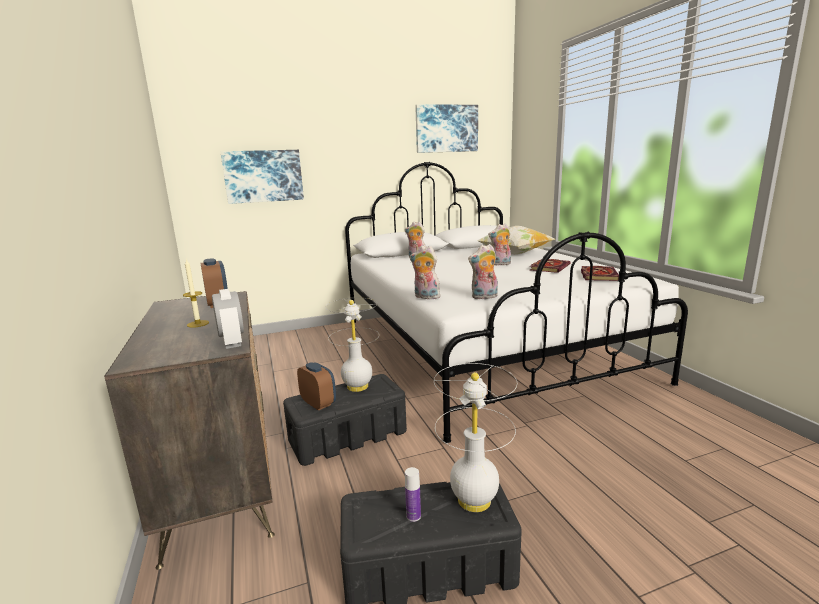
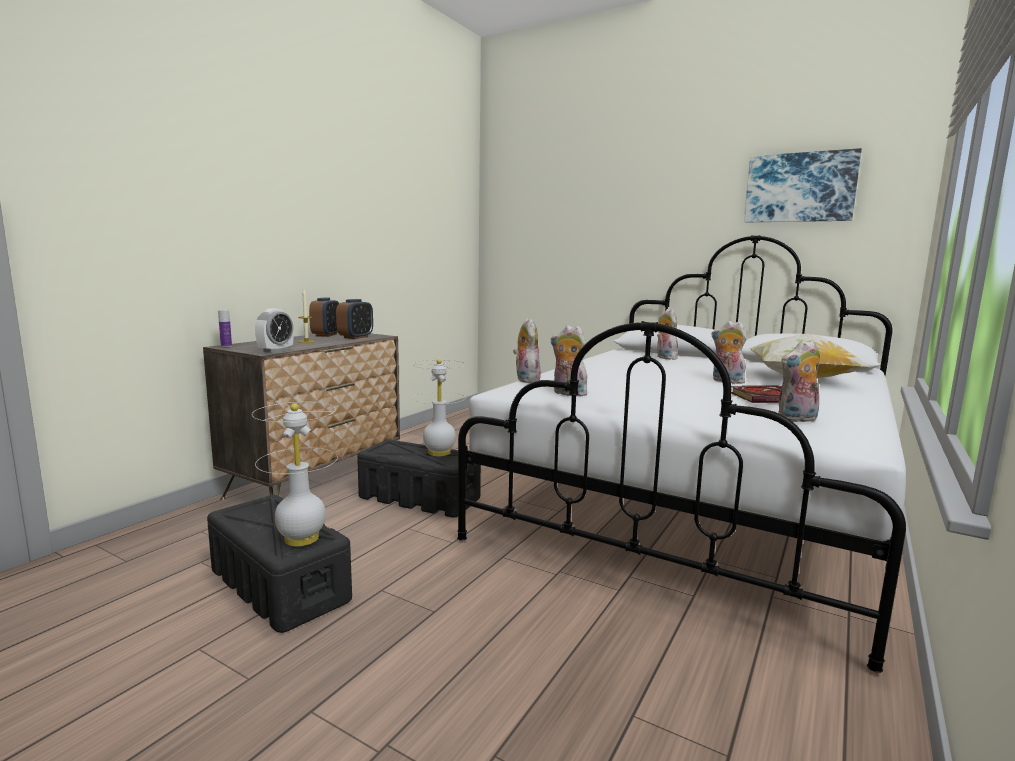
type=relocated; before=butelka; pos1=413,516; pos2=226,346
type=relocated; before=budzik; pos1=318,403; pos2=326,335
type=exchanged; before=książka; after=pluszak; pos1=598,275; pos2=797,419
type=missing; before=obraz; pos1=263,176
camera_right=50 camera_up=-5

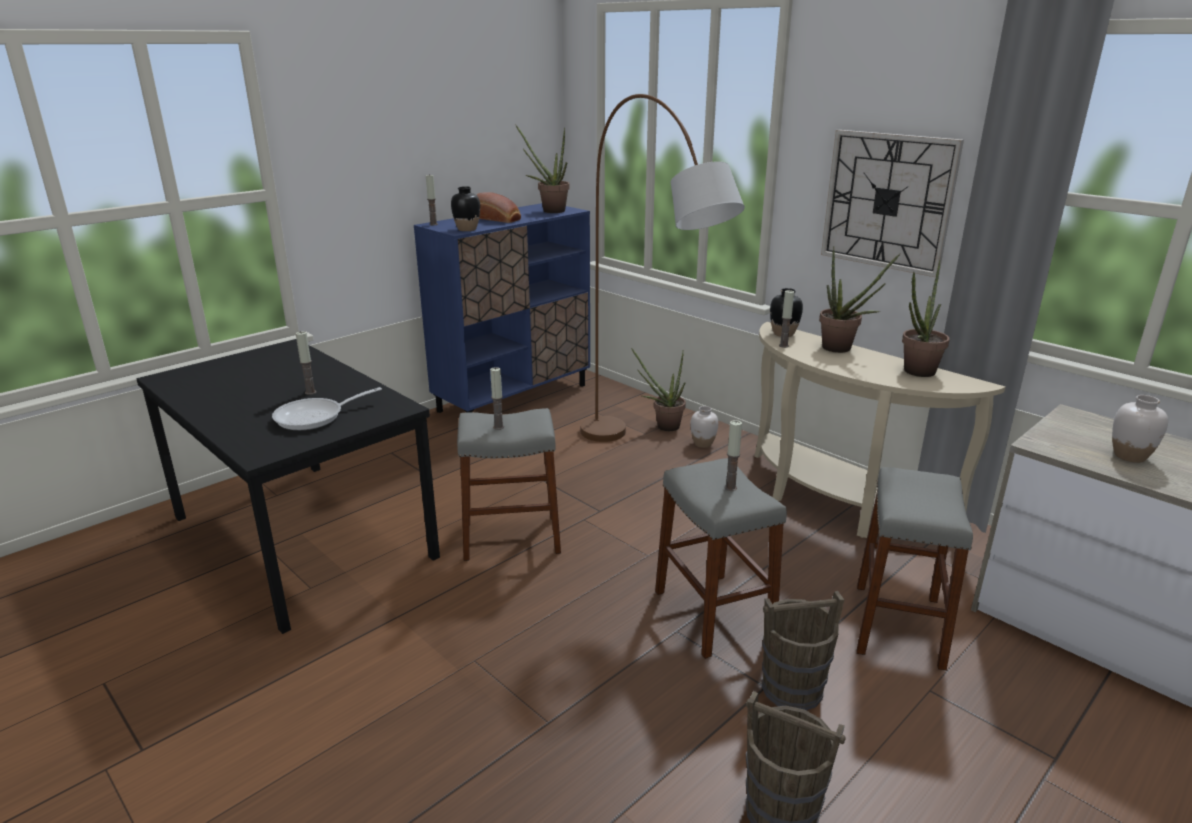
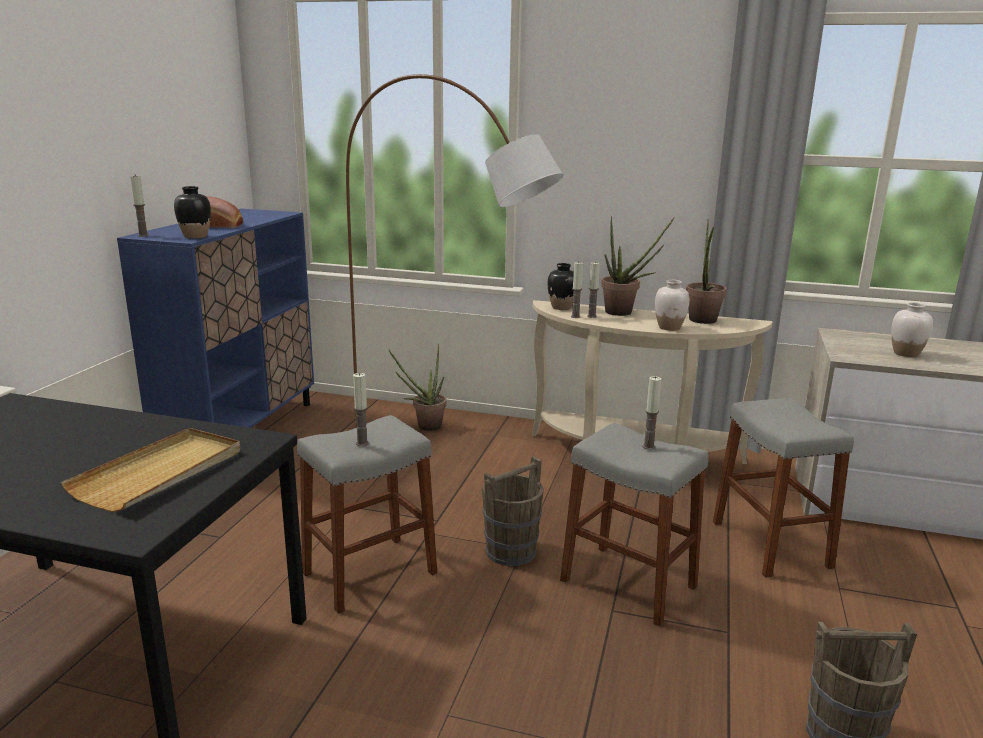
type=exchanged; before=patelnia; after=taca/beżowy; pos1=315,417; pos2=160,473
type=relocated; before=wiadro/brązowy; pos1=791,688; pos2=510,551
type=relocated; before=świeca; pos1=310,392; pos2=592,316
type=relocated; before=wazon/biały; pos1=703,444; pos2=669,327
type=missing; before=roślina doniczkowa; pos1=549,210
type=missing; before=zegar ścienny; pos1=887,201
camera_right=-30 camera_up=-5

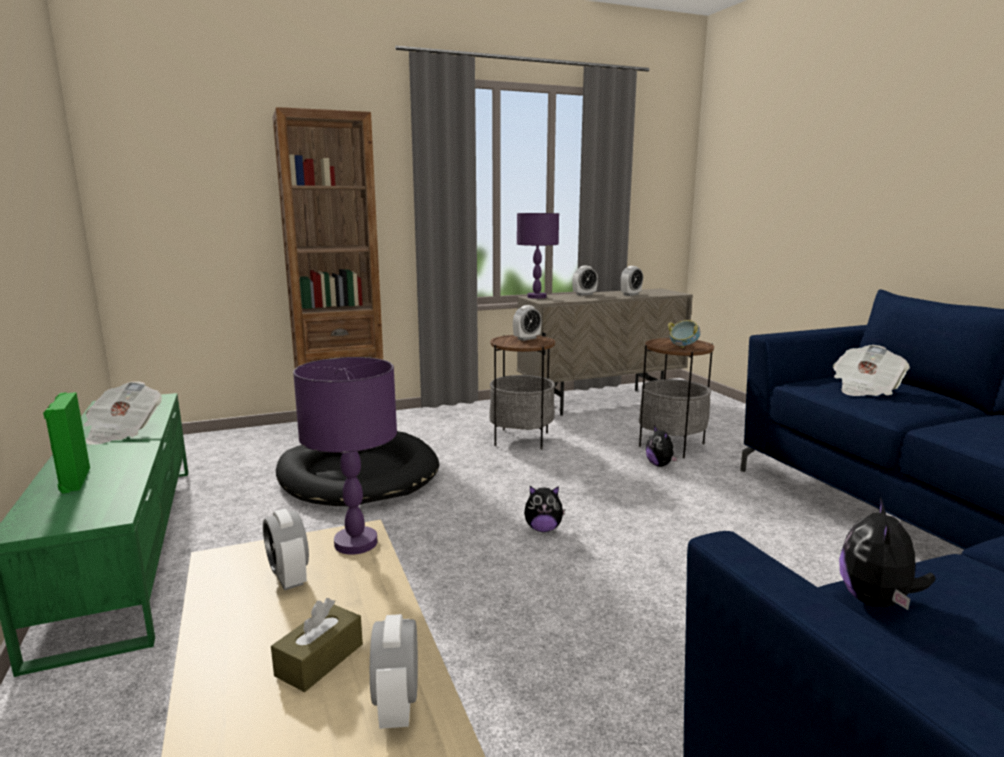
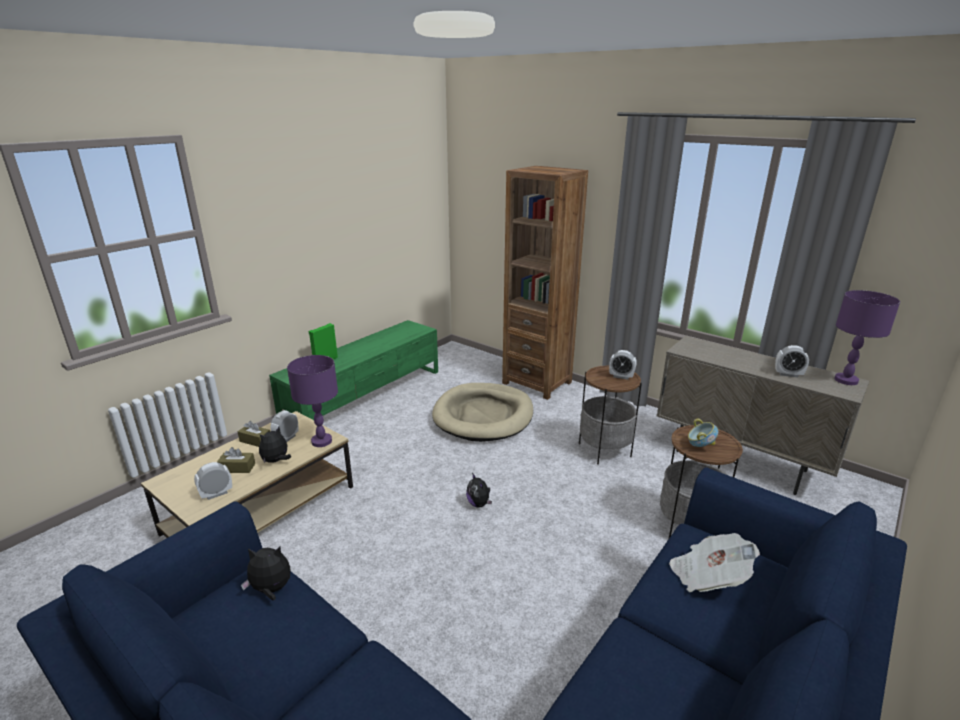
type=appeared; after=pudełko chusteczek/brązowy; pos2=255,441
type=relocated; before=pluszak; pos1=660,465; pos2=276,461
type=colour; before=legowisko/czarny; after=legowisko/beżowy; pos1=358,474; pos2=483,415
type=relocated; before=lampa stołowa/fioletowy; pos1=536,297; pos2=846,380
type=missing; before=gazeta; pos1=122,431
type=missing; before=budzik; pos1=584,294
camera_right=60 camera_up=10

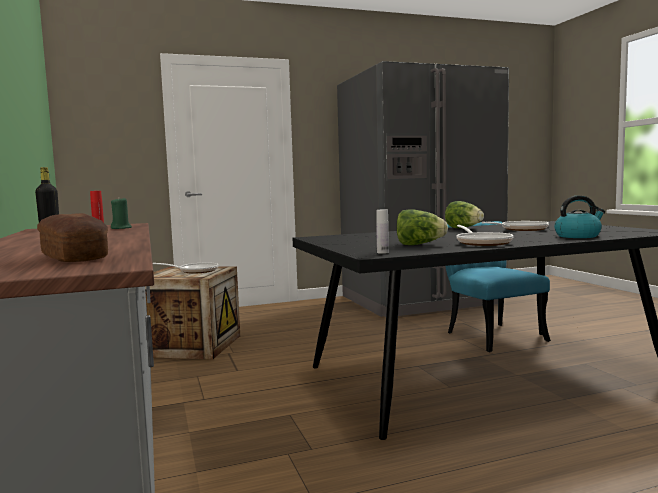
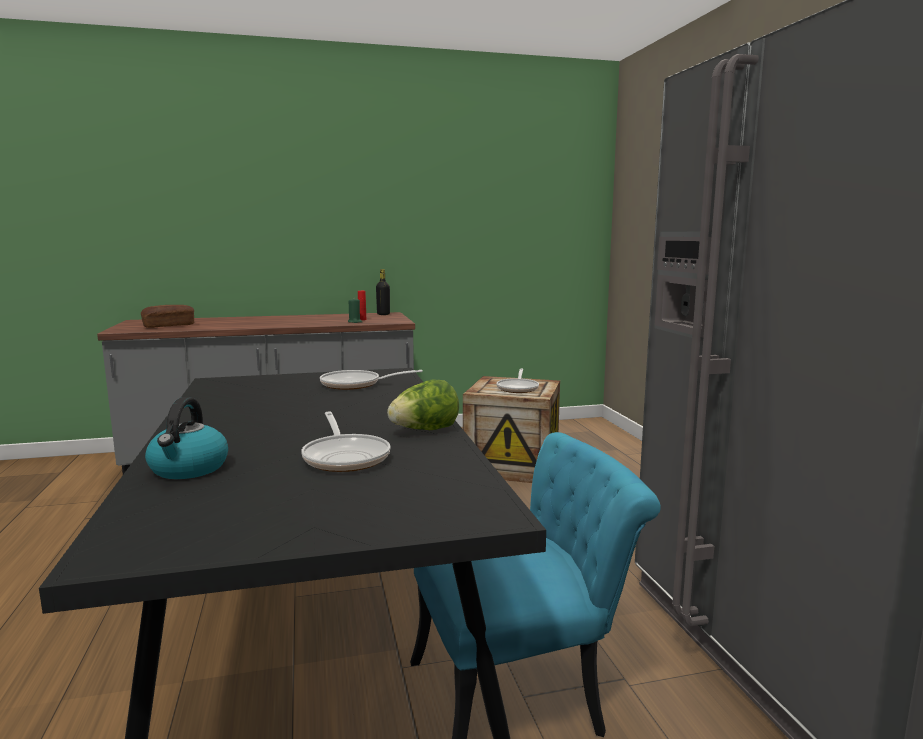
type=relocated; before=patelnia; pos1=482,242; pos2=356,384
type=missing; before=butelka/biały; pos1=382,252
type=missing; before=sałata; pos1=419,244
camera_right=95 camera_up=5

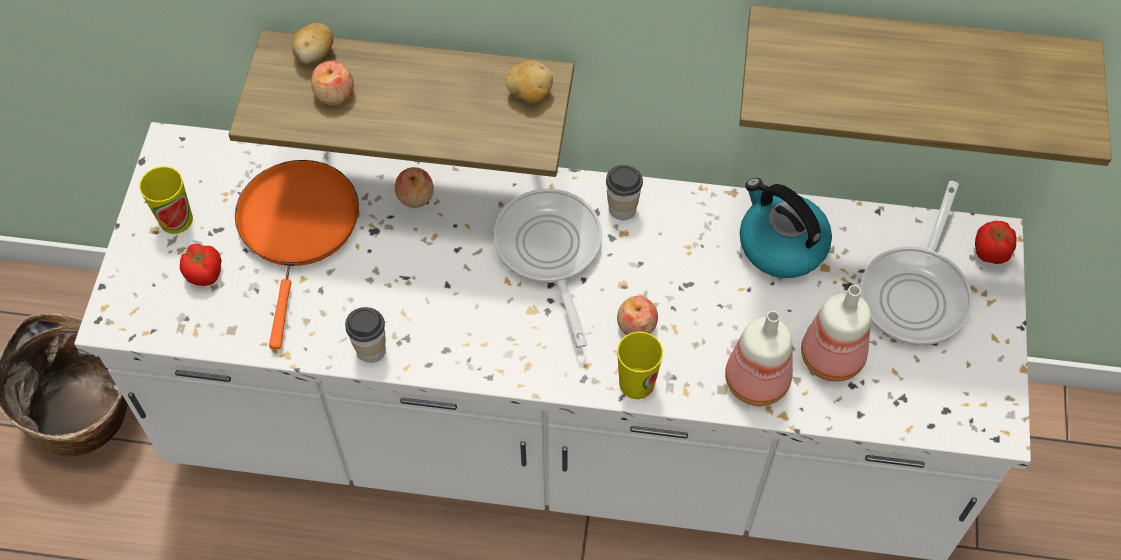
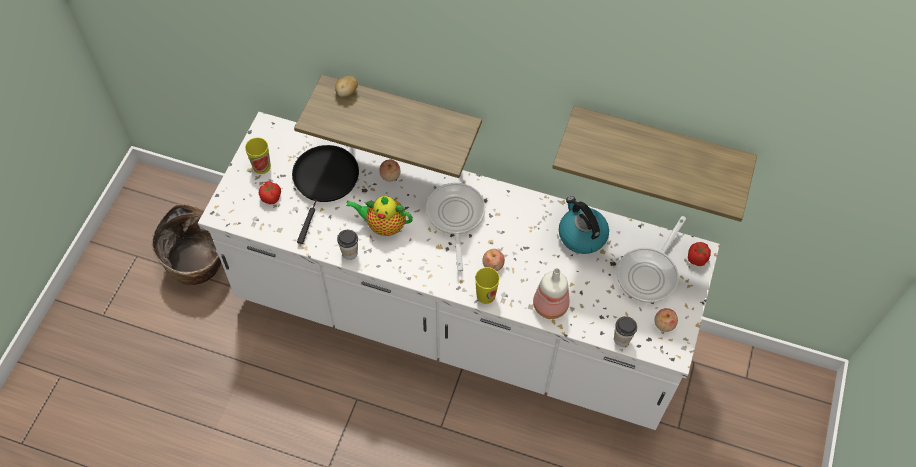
type=colour; before=patelnia/pomarańczowy; after=patelnia/czarny; pos1=298,227; pos2=325,181
type=appeared; after=imbryk; pos2=383,225
type=relocated; before=filiżanka; pos1=622,209; pos2=621,339
type=relocated; before=jabłko; pos1=334,94; pos2=664,324
type=missing; before=ziemniak; pos1=529,94
type=missing; before=butelka; pos1=833,356
camera_right=10 camera_up=0

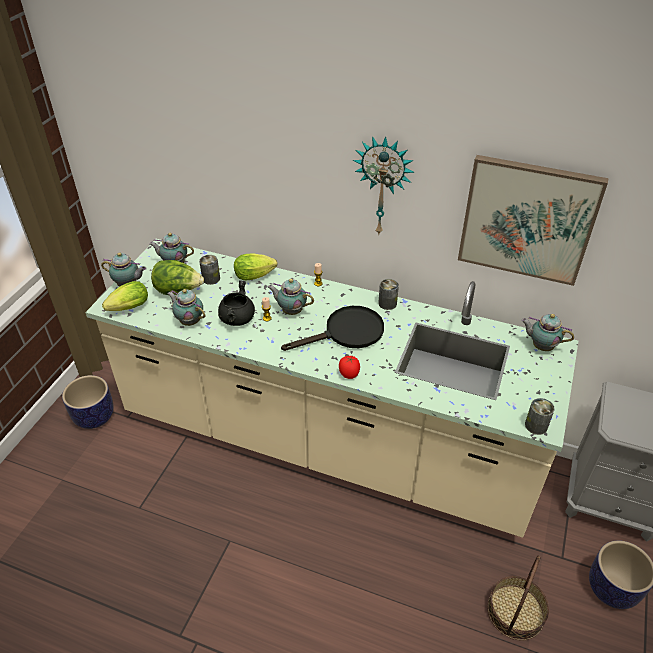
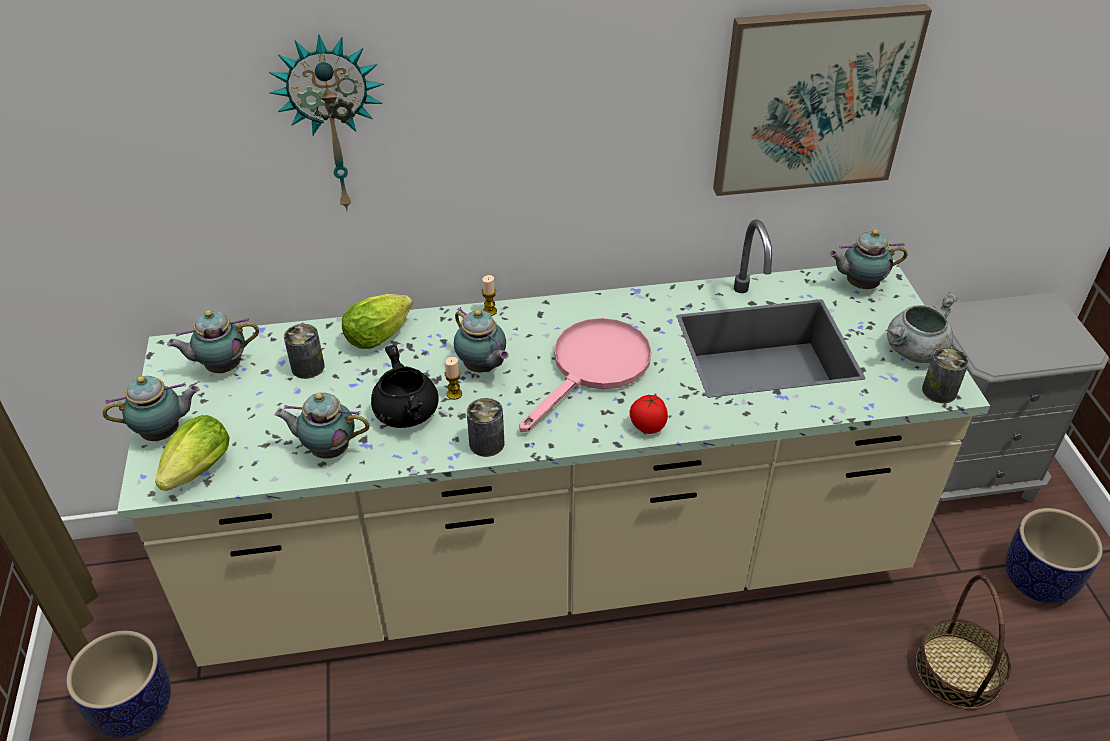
type=relocated; before=zegar ścienny; pos1=383,186; pos2=333,124
type=spun; before=imbryk; pos1=291,311; pos2=482,368; turn=-120
type=relocated; before=puszka; pos1=387,303; pos2=486,443
type=colour; before=patelnia/czarny; after=patelnia/różowy; pos1=346,333; pos2=593,368
type=appeared; after=garnek/szary; pos2=914,351
type=missing; before=sałata; pos1=178,291
camera_right=-30 camera_up=0

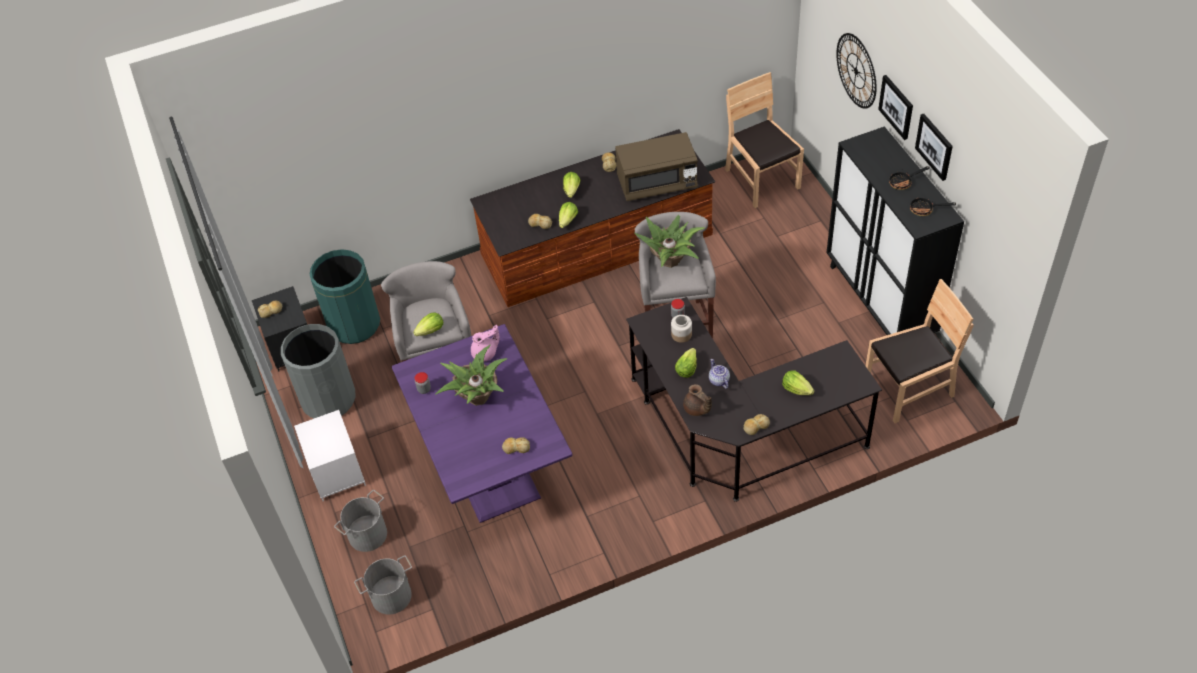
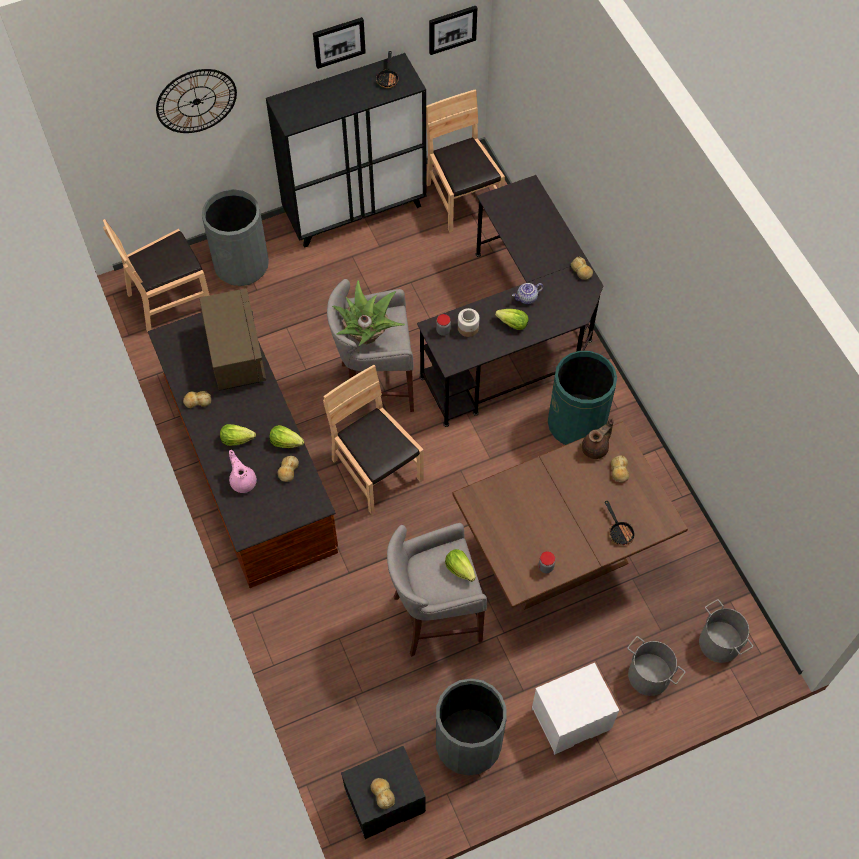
type=appeared; after=kosz na śmieci/szary; pos2=241,265
type=relocated; before=imbryk/różowy; pos1=485,353; pos2=243,481
type=appeared; after=krzesło/brązowy; pos2=376,471
type=relocated; before=obraz; pos1=896,106; pos2=452,29
type=colour; before=stół jadalny/fioletowy; after=stół jadalny/brązowy; pos1=491,467; pos2=559,556
type=relocated; before=kosz na śmieci/zielony; pos1=354,324; pos2=576,423
type=relocated; before=imbryk/brązowy; pos1=697,409; pos2=596,448
type=relocated; before=patelnia; pos1=903,182; pos2=619,531
type=missing; before=roślina doniczkowa; pos1=477,397
type=missing; before=sałata; pos1=796,389
camera_right=-95 camera_up=10

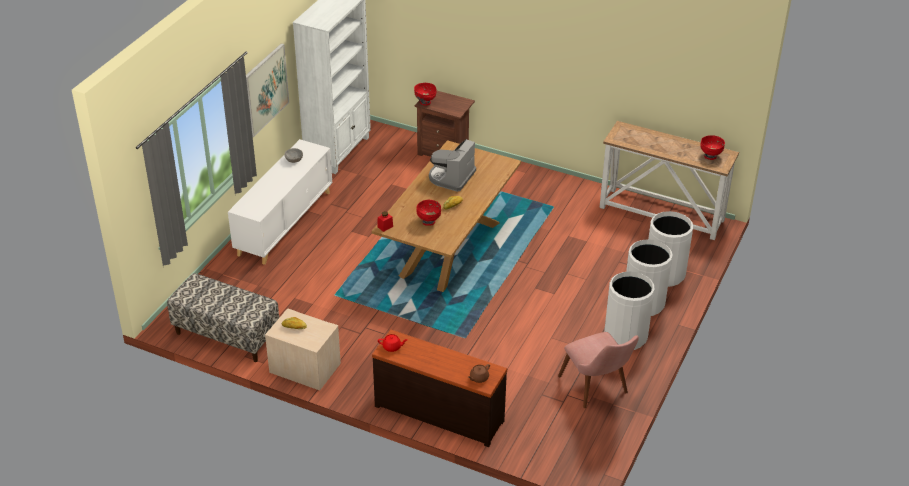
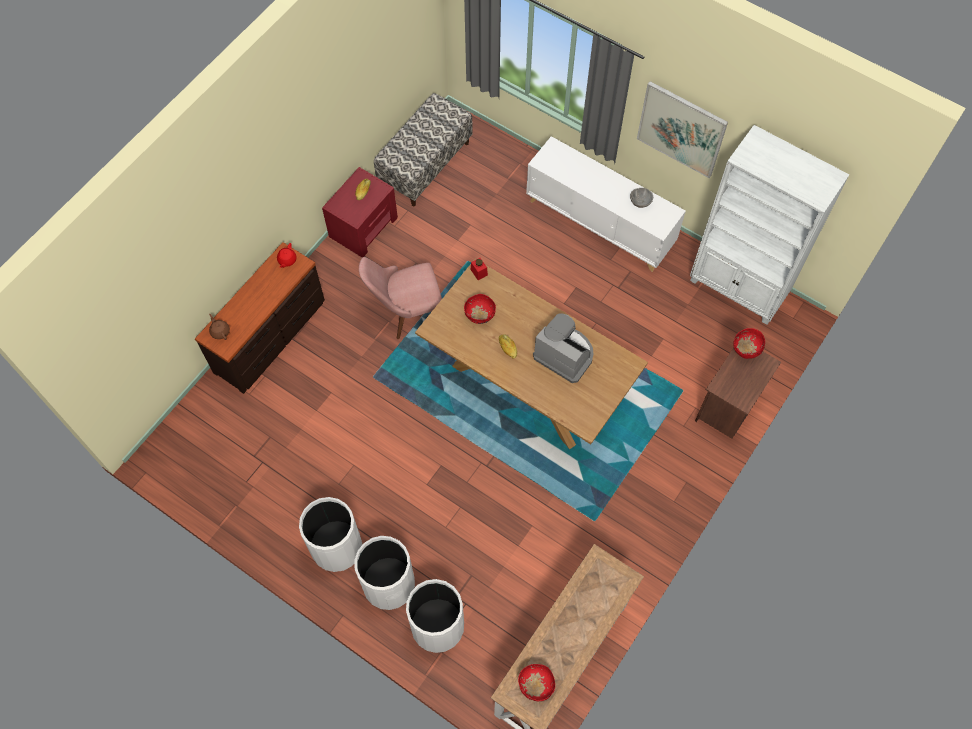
type=colour; before=szafka nocna/beżowy; after=szafka nocna/czerwony; pos1=304,367; pos2=363,226
type=relocated; before=krzesło/różowy; pos1=598,389; pos2=407,313
camera_right=100 camera_up=25

